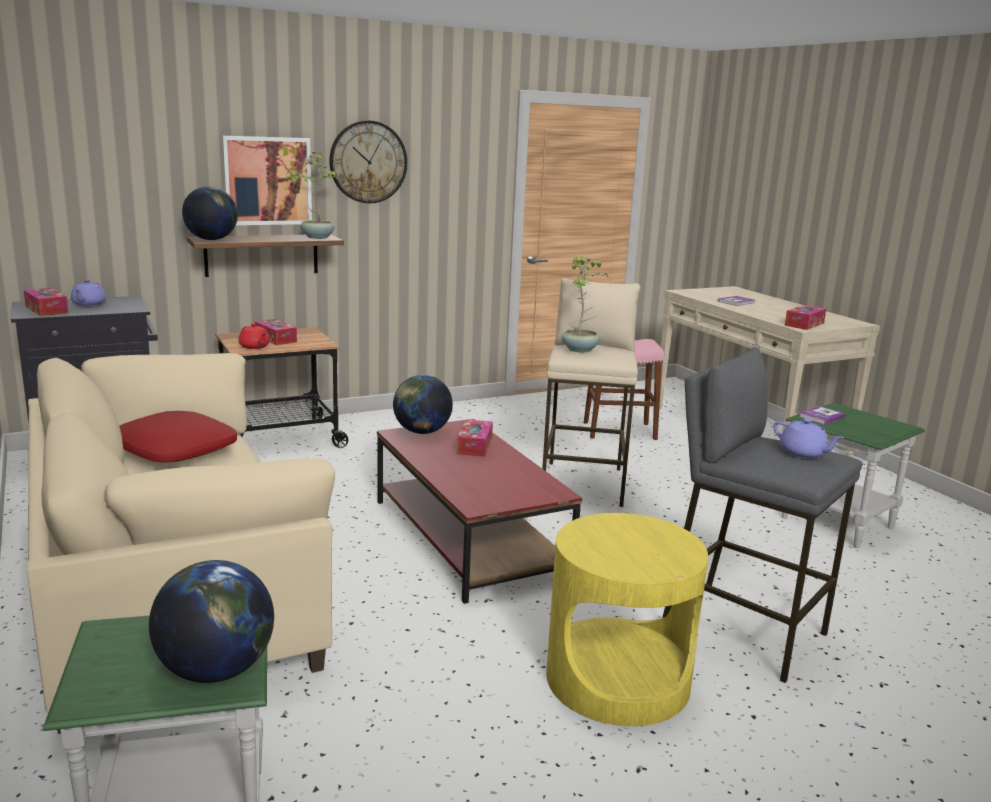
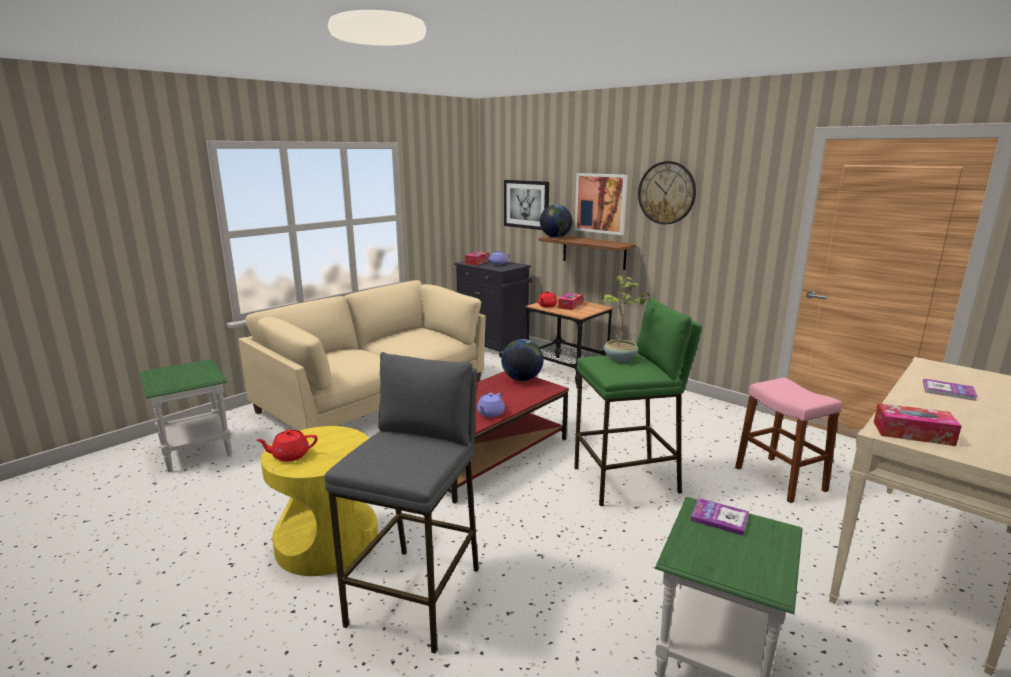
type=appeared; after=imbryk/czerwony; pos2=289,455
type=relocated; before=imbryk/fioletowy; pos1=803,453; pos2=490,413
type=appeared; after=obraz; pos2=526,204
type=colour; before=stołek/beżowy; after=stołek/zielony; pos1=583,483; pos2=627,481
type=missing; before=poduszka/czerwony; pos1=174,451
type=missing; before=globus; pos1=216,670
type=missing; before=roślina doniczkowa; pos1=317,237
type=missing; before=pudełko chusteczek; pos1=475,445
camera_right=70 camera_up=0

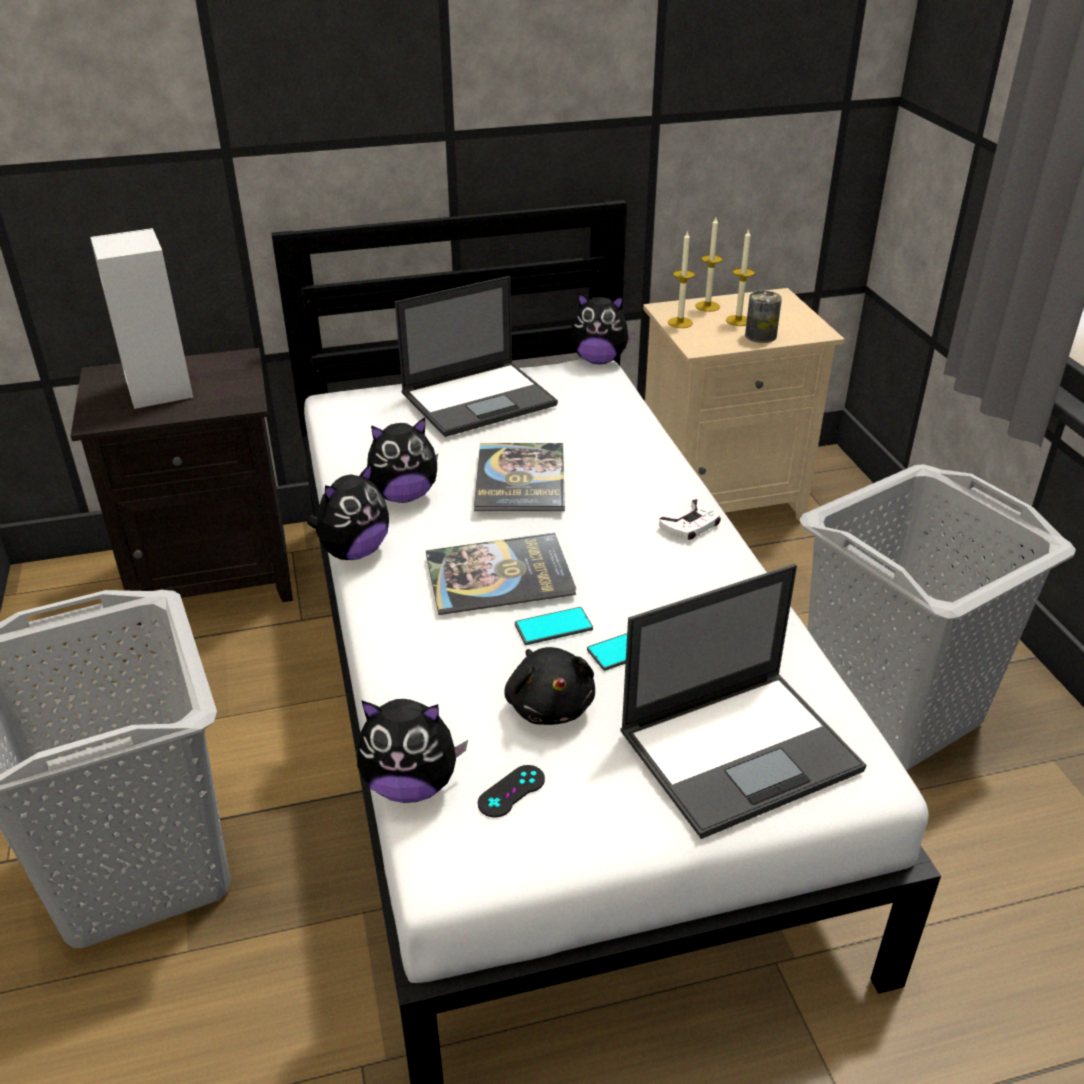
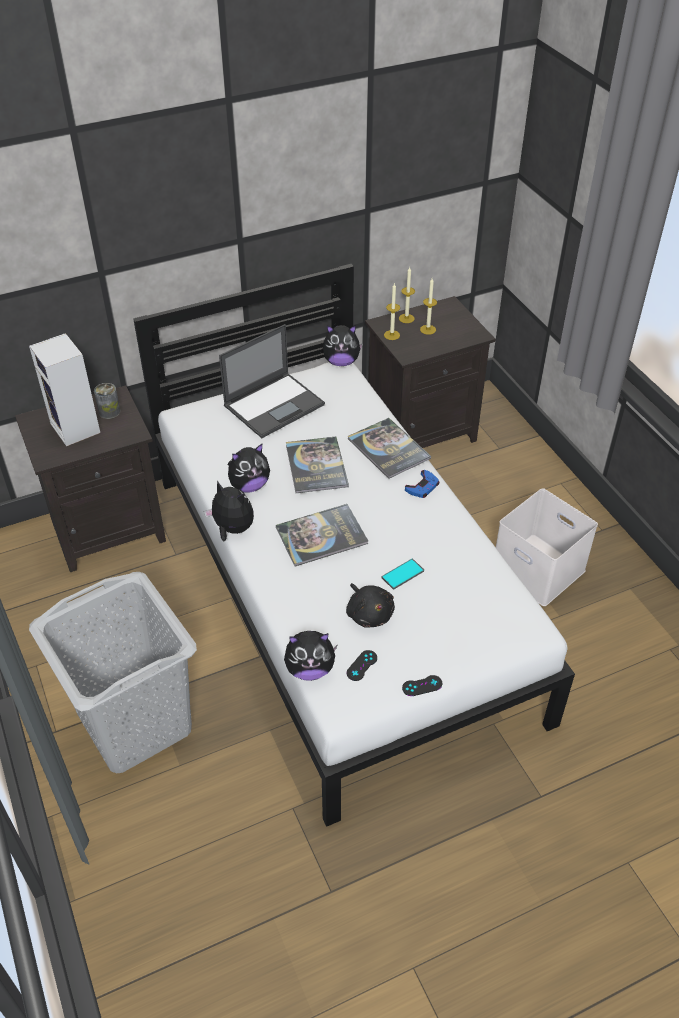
type=relocated; before=puszka; pos1=760,336; pos2=109,412
type=spun; before=pluszak; pos1=354,551; pos2=232,529; turn=-90
type=appeared; after=książka; pos2=388,449
type=colour; before=szafka nocna/beżowy; after=szafka nocna/czarny; pos1=722,497; pos2=422,431
type=appeared; after=pad do gier/czarny; pos2=422,686
type=colour; before=pad do gier/biały; after=pad do gier/niebieski; pos1=691,525; pos2=422,487
type=exchanged; before=kosz na pranie/szary; after=pojemnik do przechowywania/biały; pos1=892,710; pos2=540,569
type=missing; before=telefon; pos1=553,627
type=missing; before=laptop; pos1=741,749
camera_right=-10 camera_up=10

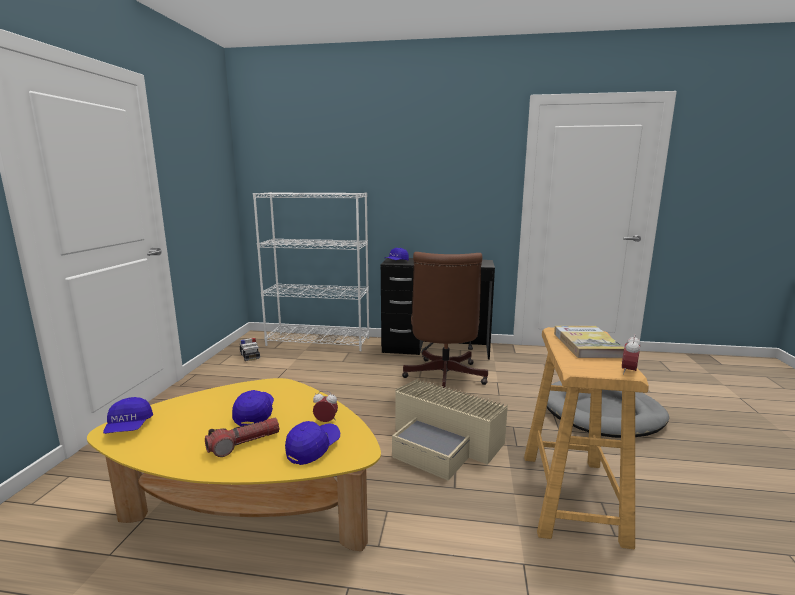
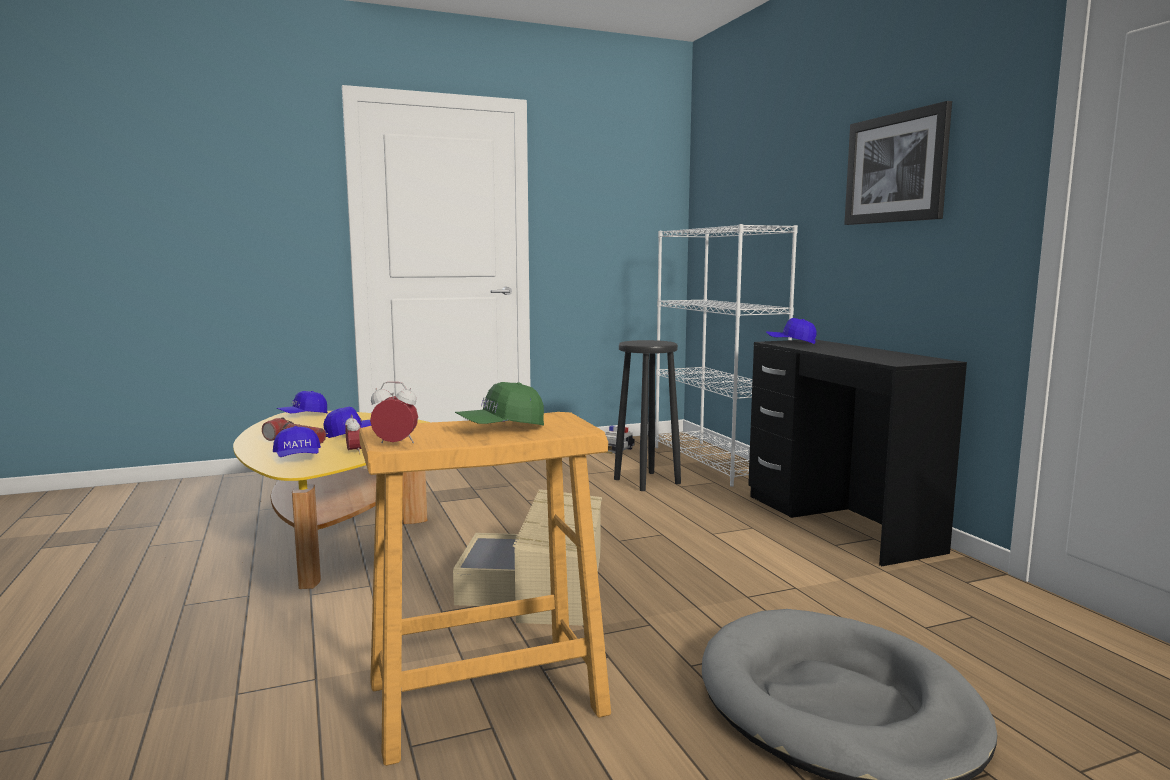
type=spun; before=czapka z daszkiem/niebieski; pos1=313,448; pos2=298,458; turn=60
type=exchanged; before=książka; after=czapka z daszkiem/zielony; pos1=586,345; pos2=501,427
type=appeared; after=stołek/czarny; pos2=646,481
type=appeared; after=obraz; pos2=896,168
type=missing; before=krzesło biurowe/brązowy; pos1=443,378
camera_right=60 camera_up=-5

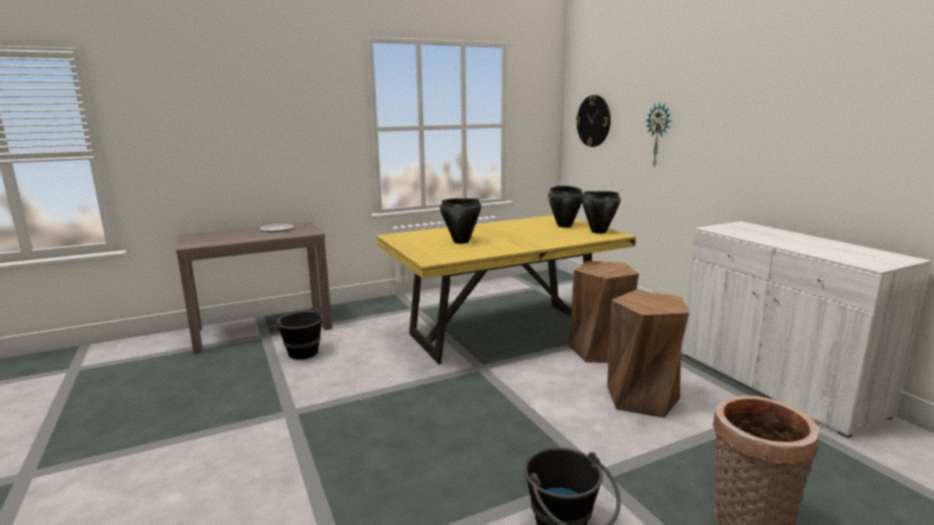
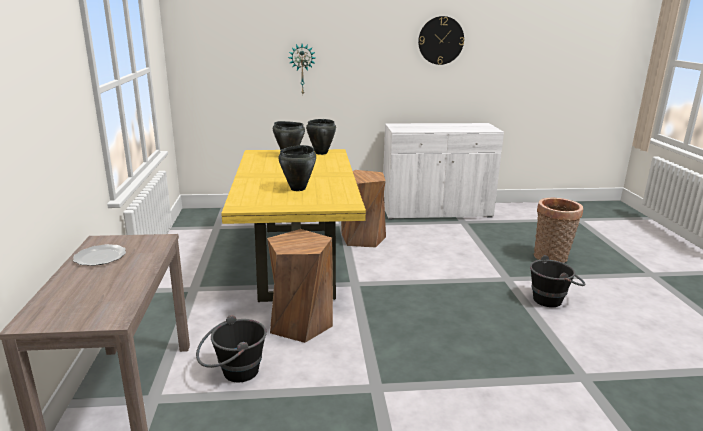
type=relocated; before=stołek/brązowy; pos1=642,398; pos2=300,324
type=relocated; before=zegar ścienny; pos1=593,121; pos2=441,40
camera_right=-70 camera_up=5

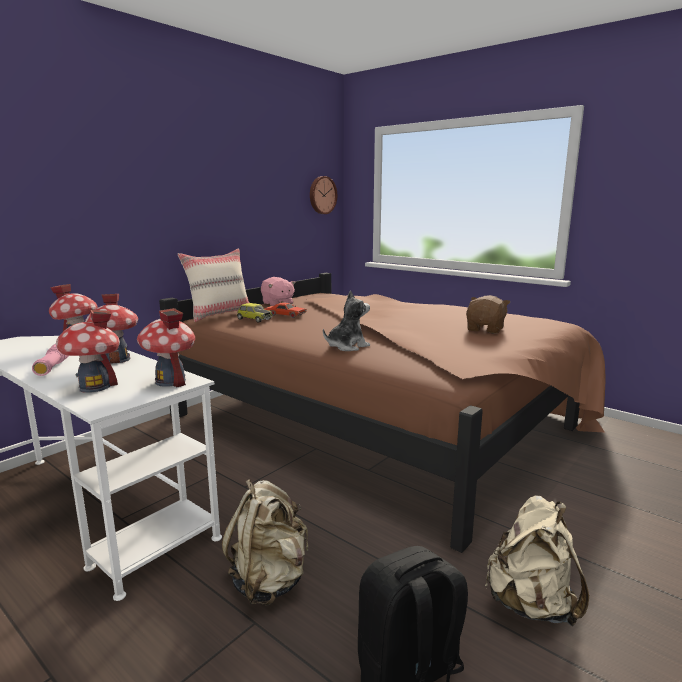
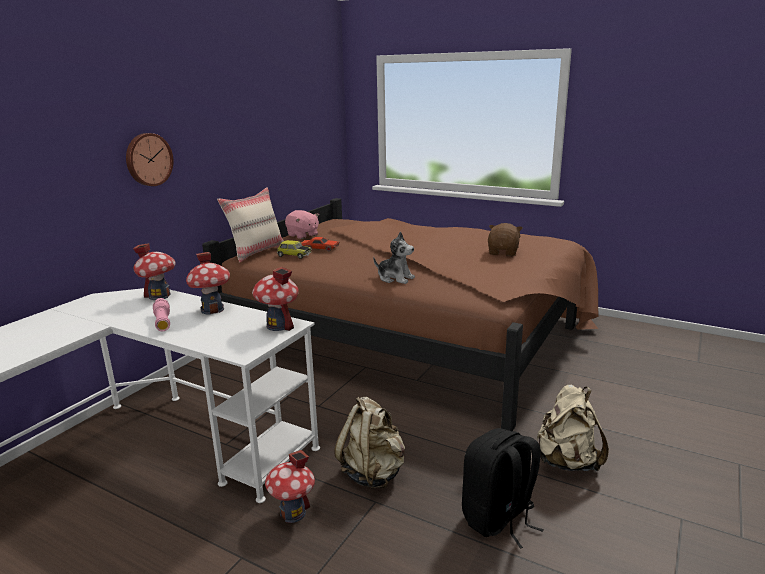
type=relocated; before=zegar ścienny; pos1=322,195; pos2=148,159
type=relocated; before=domek; pos1=94,387; pos2=293,513
type=spun; before=pluszak; pos1=347,346; pos2=395,278; turn=75
camera_right=-10 camera_up=5

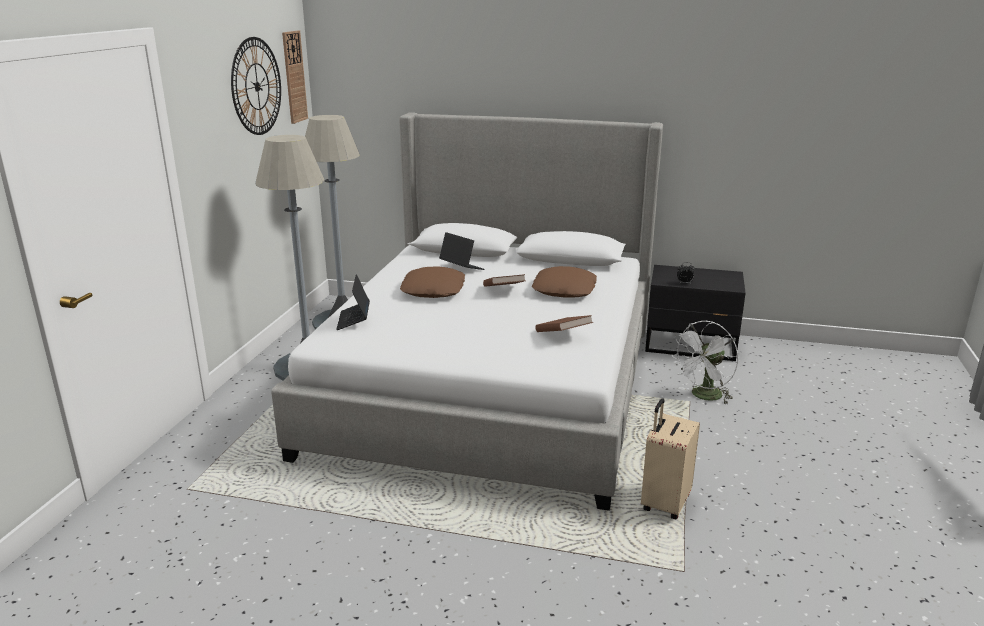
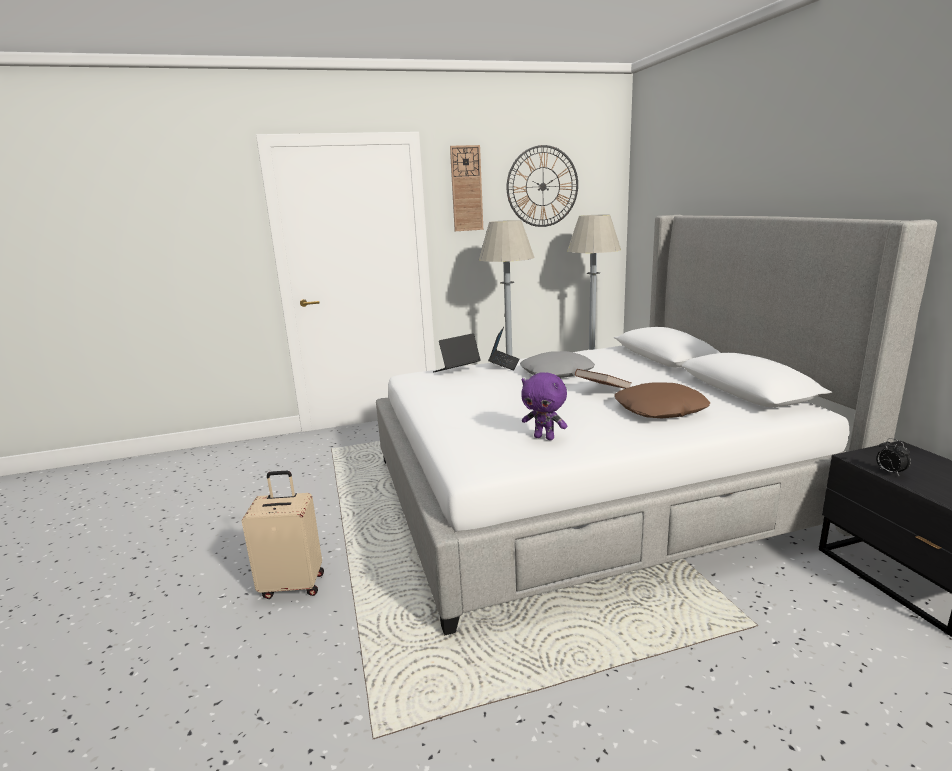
type=relocated; before=walizka/beżowy; pos1=664,503; pos2=293,584
type=relocated; before=zegar ścienny; pos1=294,77; pos2=466,188
type=relocated; before=laptop; pos1=461,268; pos2=504,364
type=colour; before=poduszka/brązowy; after=poduszka/szary; pos1=434,290; pos2=557,373
type=exchanged; before=książka/brązowy; after=pluszak/fioletowy; pos1=563,336; pos2=544,437
type=missing; before=wentylator/biały; pos1=703,397
camera_right=60 camera_up=-5

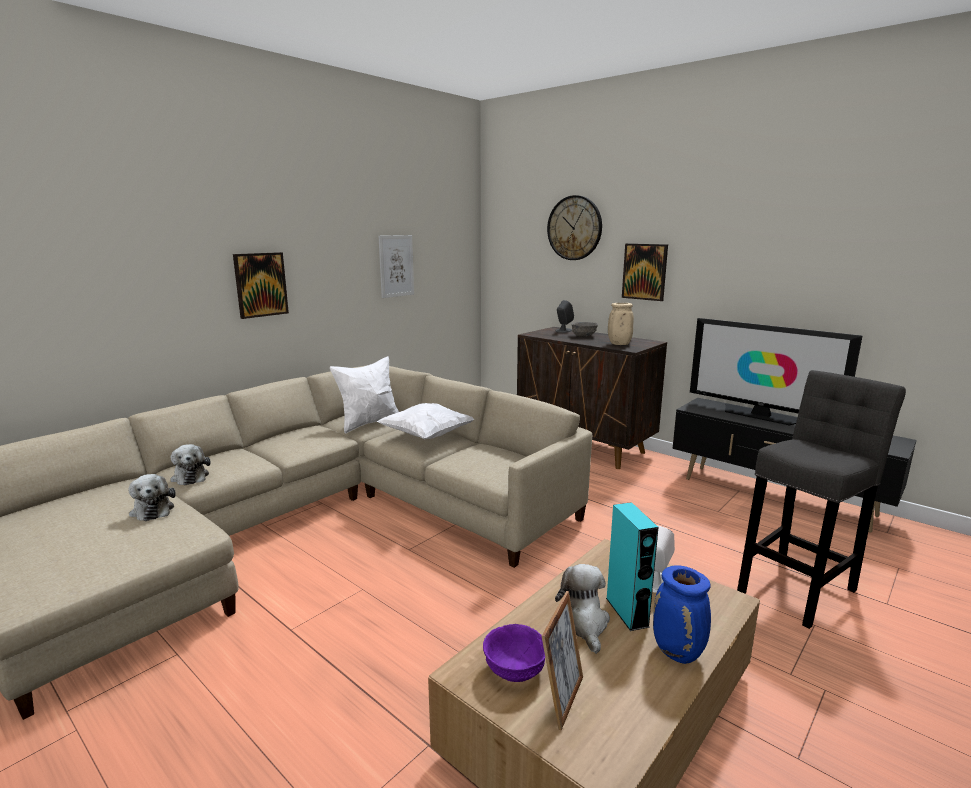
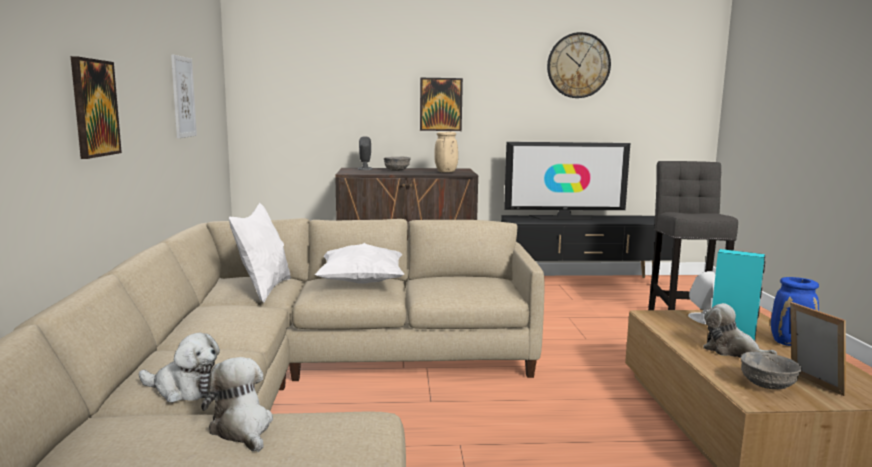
type=spun; before=pluszak; pos1=152,510; pos2=242,429; turn=-135
type=relocated; before=zegar ścienny; pos1=574,228; pos2=578,65
type=colour; before=miska/fioletowy; after=miska/szary; pos1=514,670; pos2=766,385
camera_right=-45 camera_up=-5

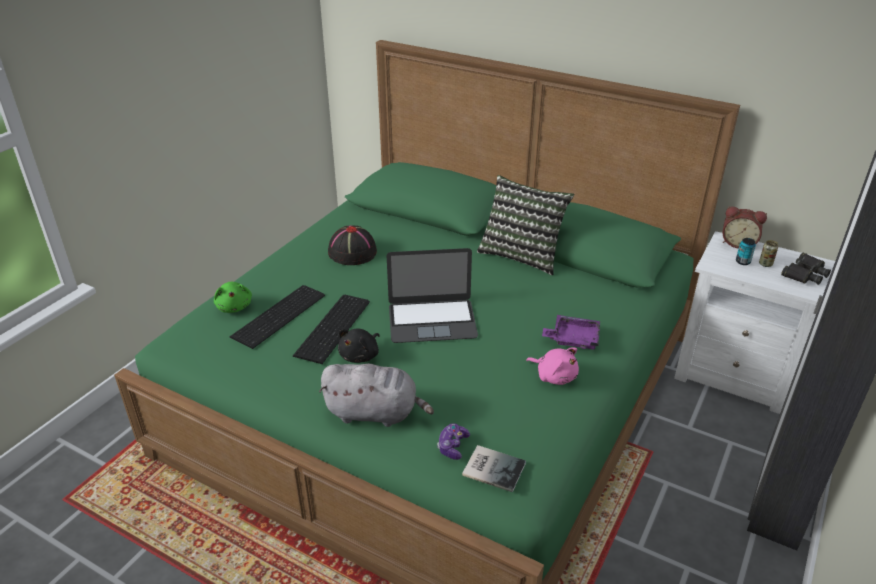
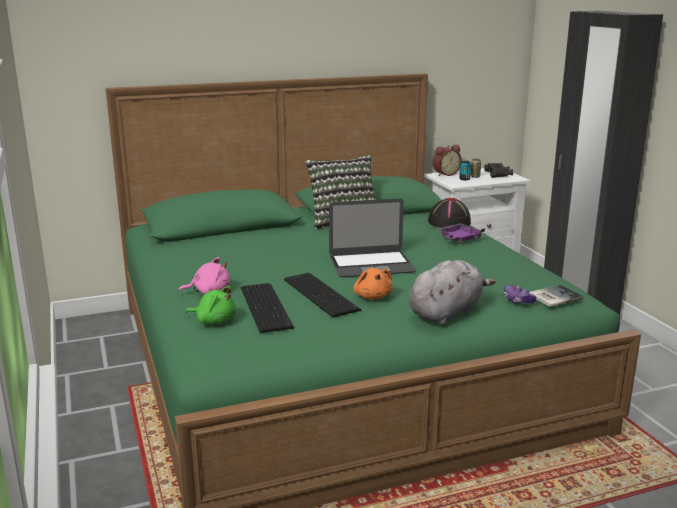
type=relocated; before=pluszak/różowy; pos1=554,376; pos2=209,291
type=spun; before=laptop; pos1=432,321; pos2=371,264; turn=45
type=colour; before=pluszak/czarny; after=pluszak/pomarańczowy; pos1=360,355; pos2=372,296
type=relocated; before=kapelusz/czarny; pos1=352,252; pos2=449,222
camera_right=-50 camera_up=-15

